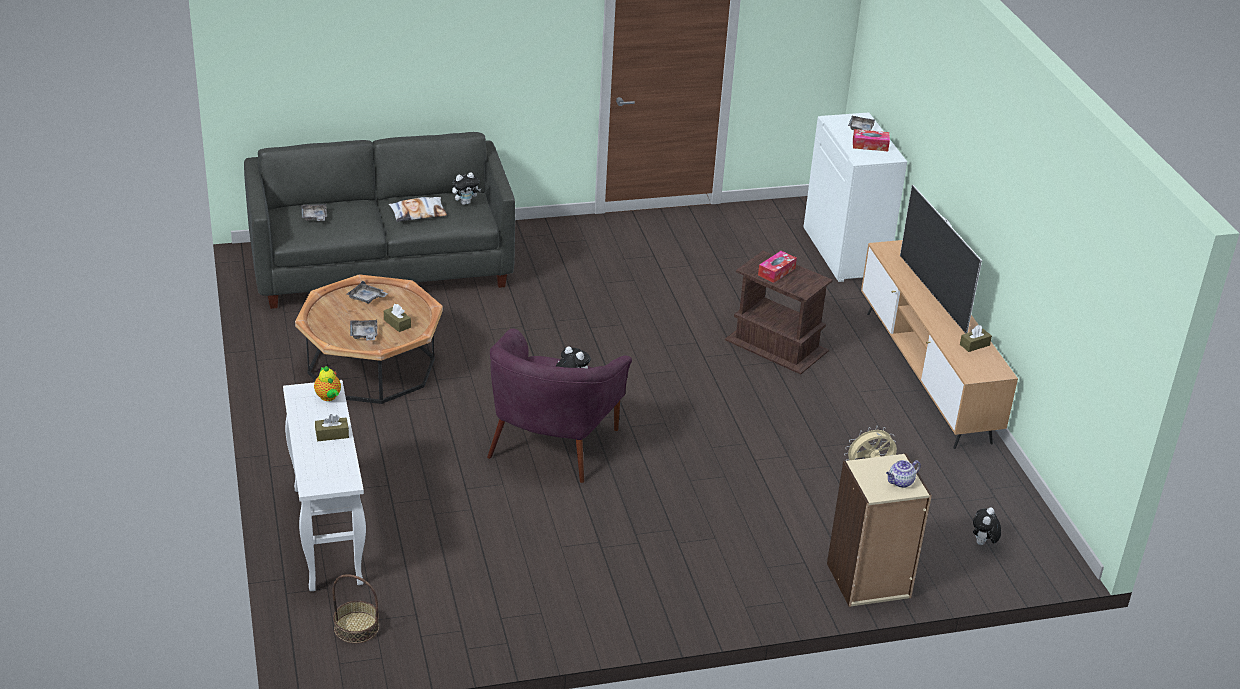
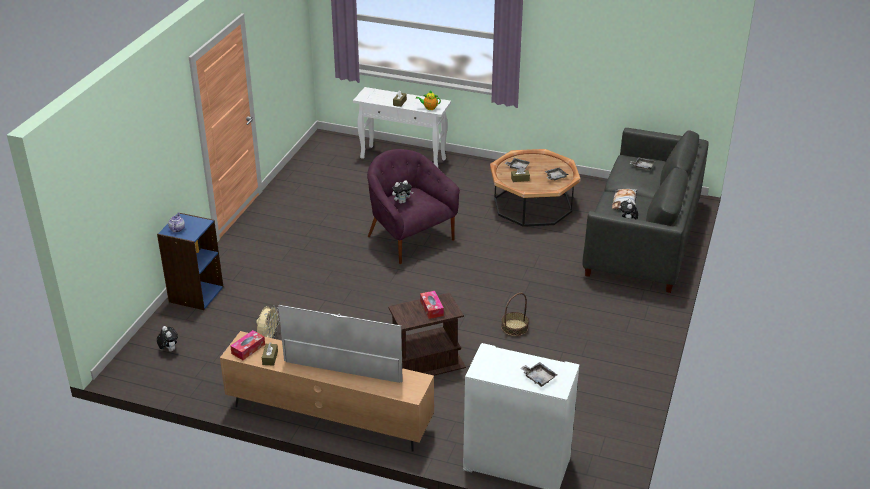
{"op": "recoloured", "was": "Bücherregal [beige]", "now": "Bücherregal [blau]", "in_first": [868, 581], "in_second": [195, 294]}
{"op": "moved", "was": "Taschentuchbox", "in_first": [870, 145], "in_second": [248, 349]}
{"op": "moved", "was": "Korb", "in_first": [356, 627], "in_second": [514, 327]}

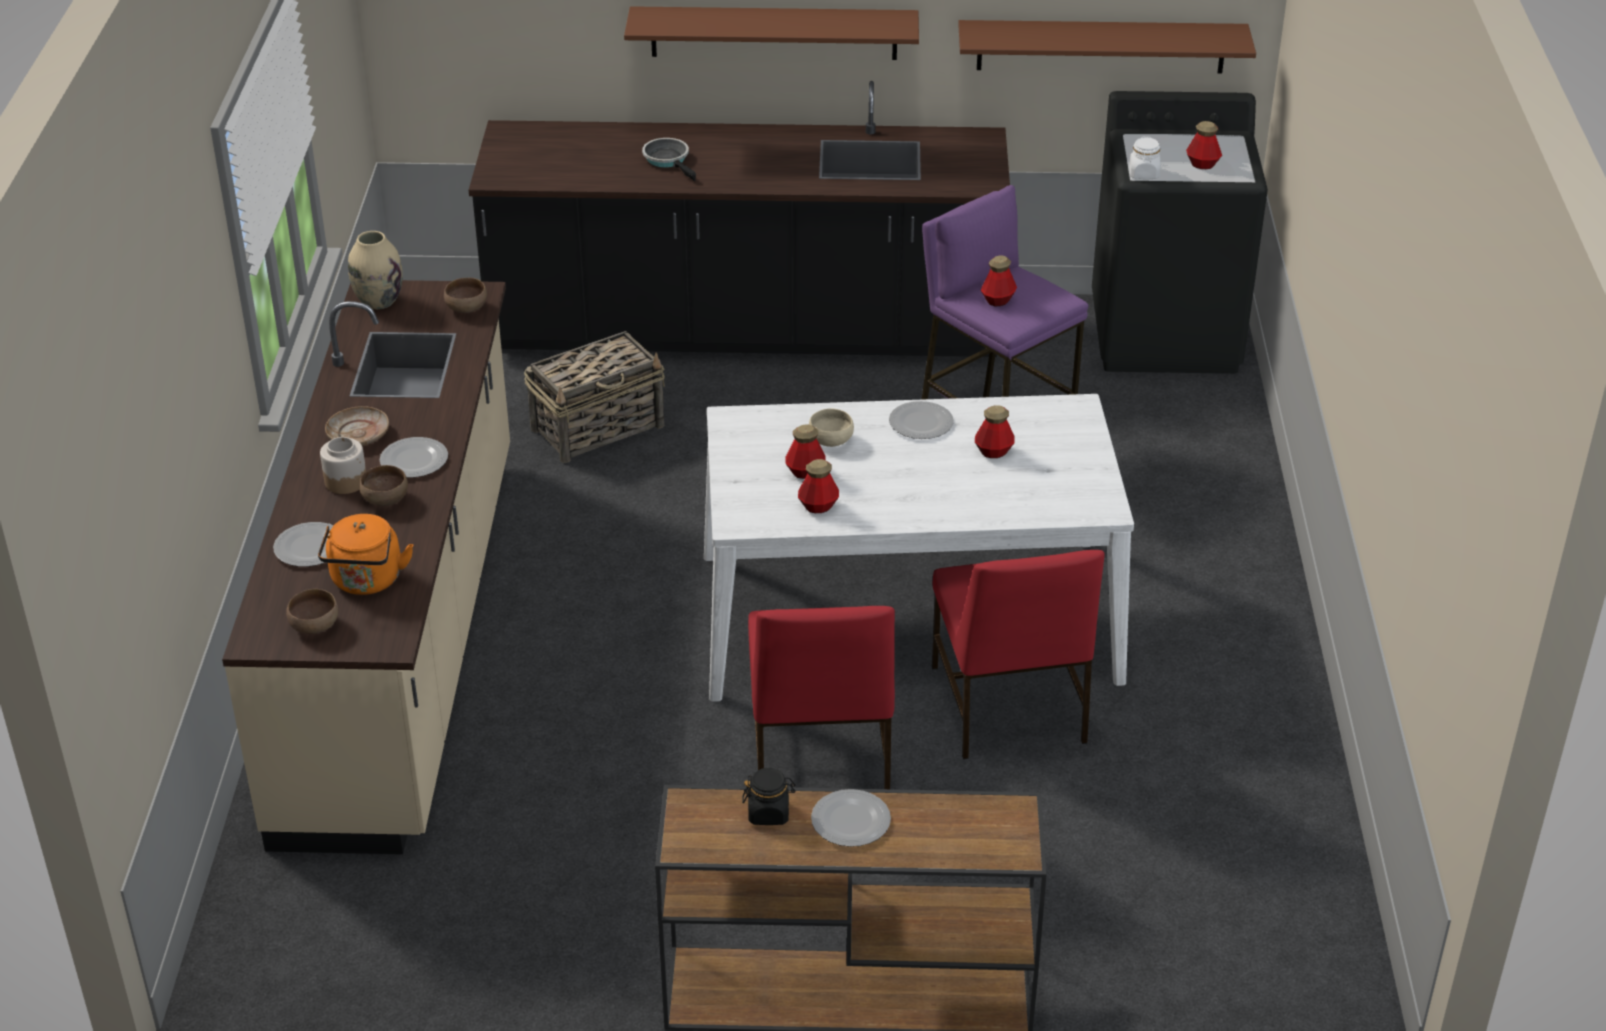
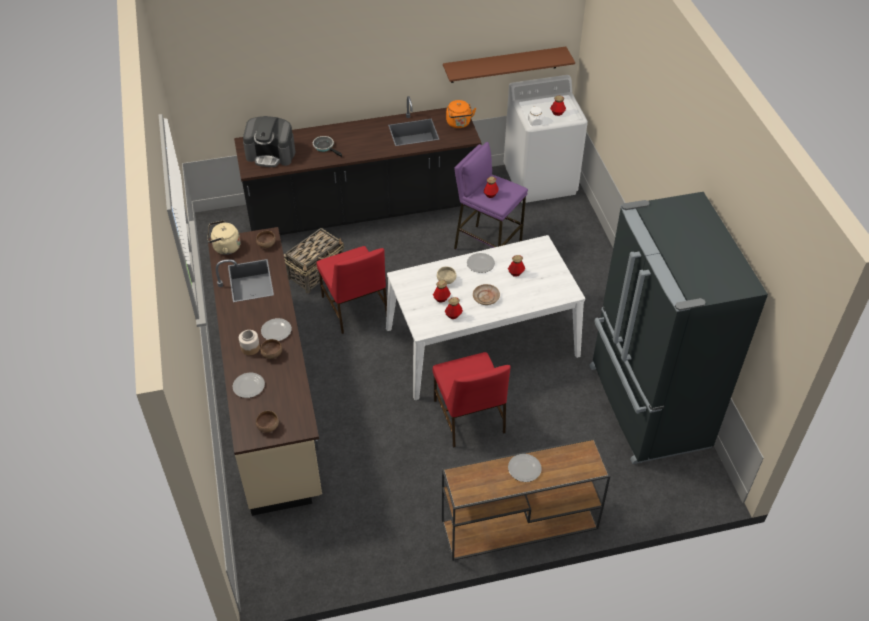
{"op": "replaced", "was": "Vase [beige]", "now": "Wasserkessel [beige]", "in_first": [379, 301], "in_second": [225, 248]}
{"op": "added", "now": "Kaffeemaschine", "in_second": [271, 154]}
{"op": "moved", "was": "Stuhl [rot]", "in_first": [1007, 706], "in_second": [354, 308]}
{"op": "moved", "was": "Wasserkessel [orange]", "in_first": [366, 582], "in_second": [459, 124]}
{"op": "moved", "was": "Teller [beige]", "in_first": [358, 434], "in_second": [486, 297]}
{"op": "recoloured", "was": "Waschmaschine [schwarz]", "now": "Waschmaschine [weiß]", "in_first": [1166, 334], "in_second": [540, 180]}
{"op": "added", "now": "Kühlschrank [schwarz]", "in_second": [646, 407]}
{"op": "removed", "was": "Wandregal [braun]", "in_first": [774, 33]}
{"op": "removed", "was": "Vorratsglas [schwarz]", "in_first": [769, 813]}

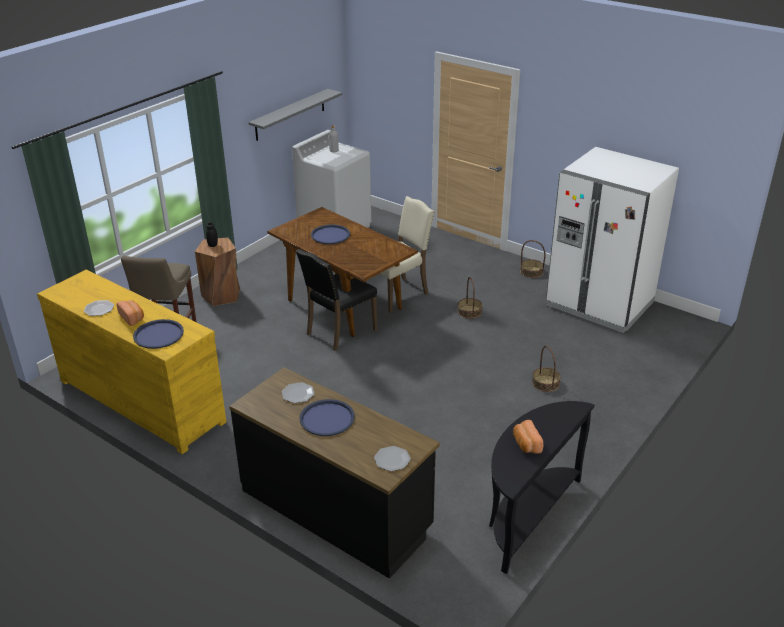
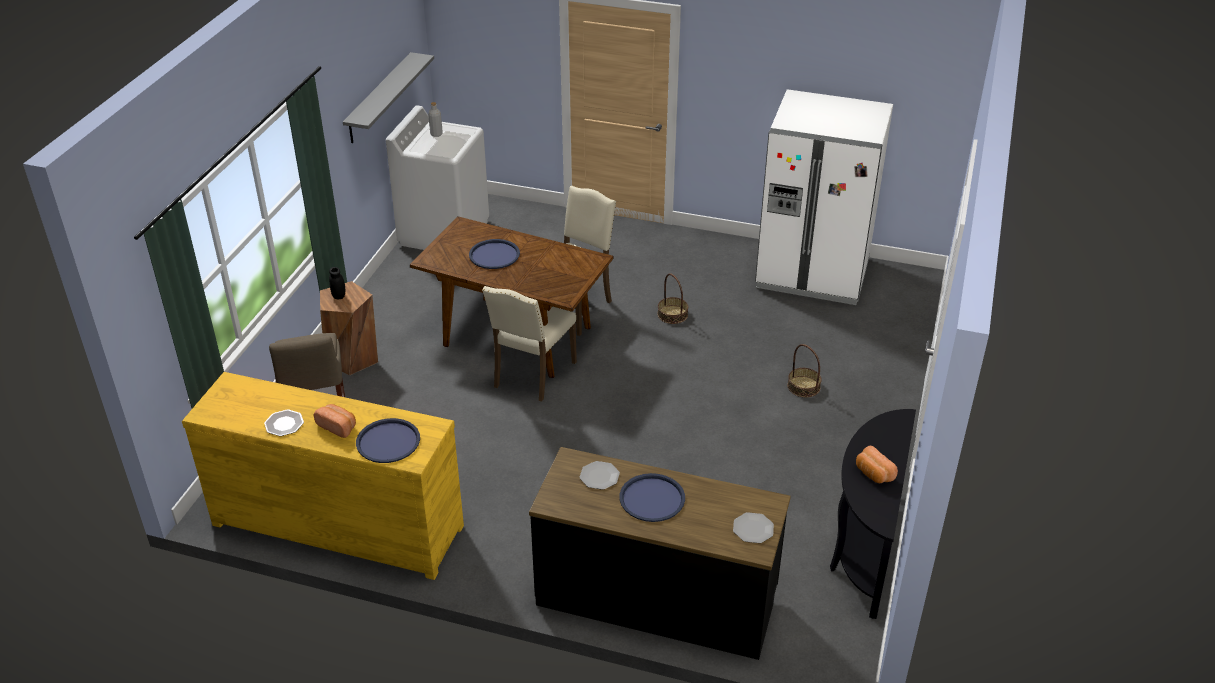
{"op": "recoloured", "was": "Stuhl [schwarz]", "now": "Stuhl [beige]", "in_first": [339, 332], "in_second": [532, 375]}
{"op": "removed", "was": "Korb", "in_first": [531, 272]}

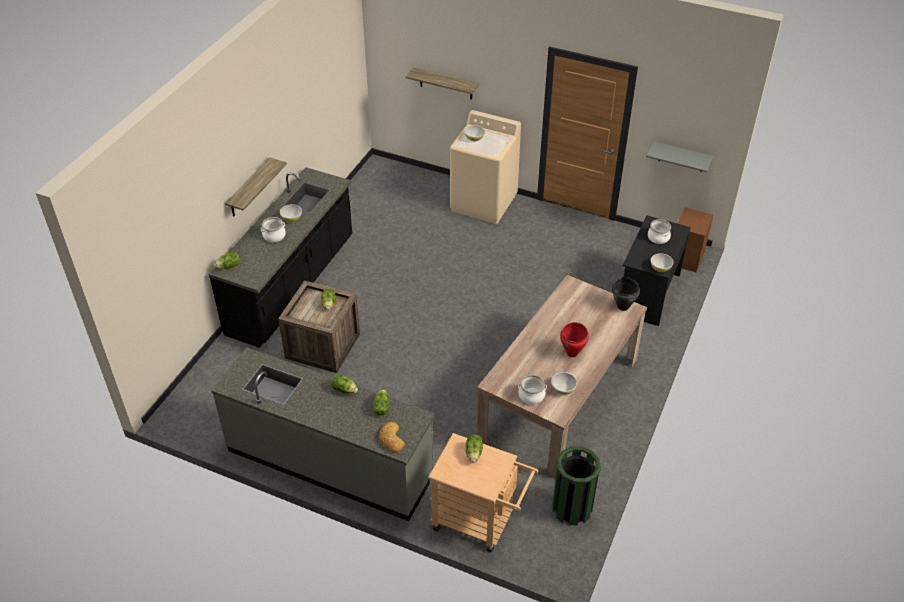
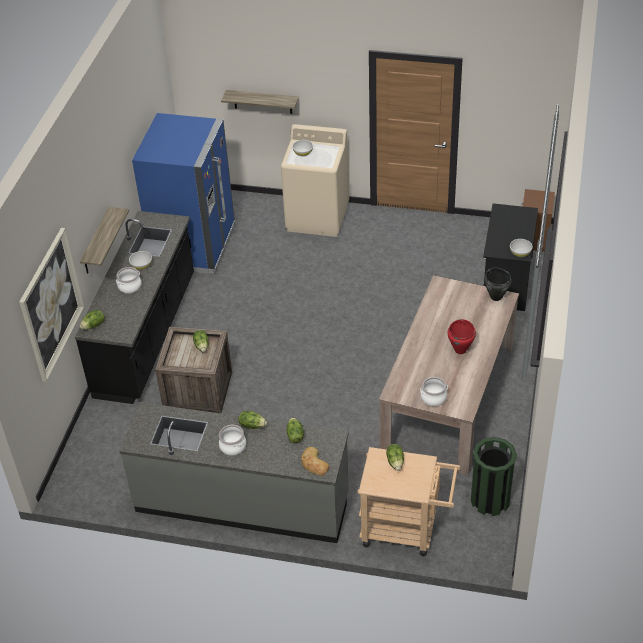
{"op": "added", "now": "Bild", "in_second": [51, 304]}
{"op": "added", "now": "Kühlschrank [blau]", "in_second": [194, 246]}
{"op": "moved", "was": "Kochtopf", "in_first": [658, 237], "in_second": [233, 446]}
{"op": "removed", "was": "Schüssel [weiß]", "in_first": [563, 388]}
{"op": "removed", "was": "Wandregal [grau]", "in_first": [681, 157]}

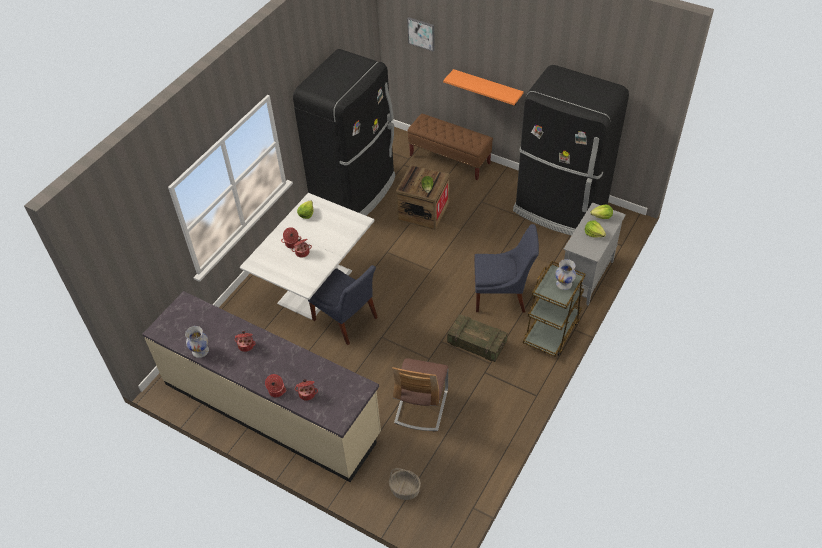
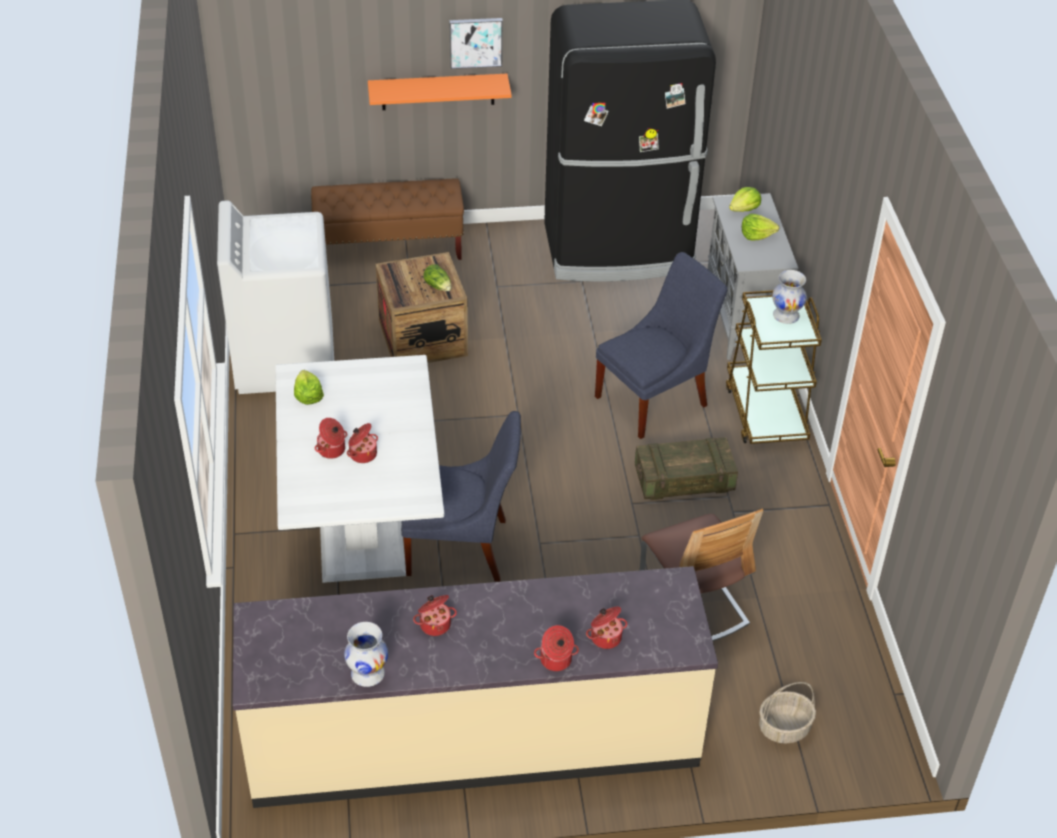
{"op": "replaced", "was": "Kühlschrank [schwarz]", "now": "Waschmaschine [weiß]", "in_first": [355, 192], "in_second": [284, 359]}
{"op": "moved", "was": "Bild", "in_first": [421, 33], "in_second": [475, 42]}

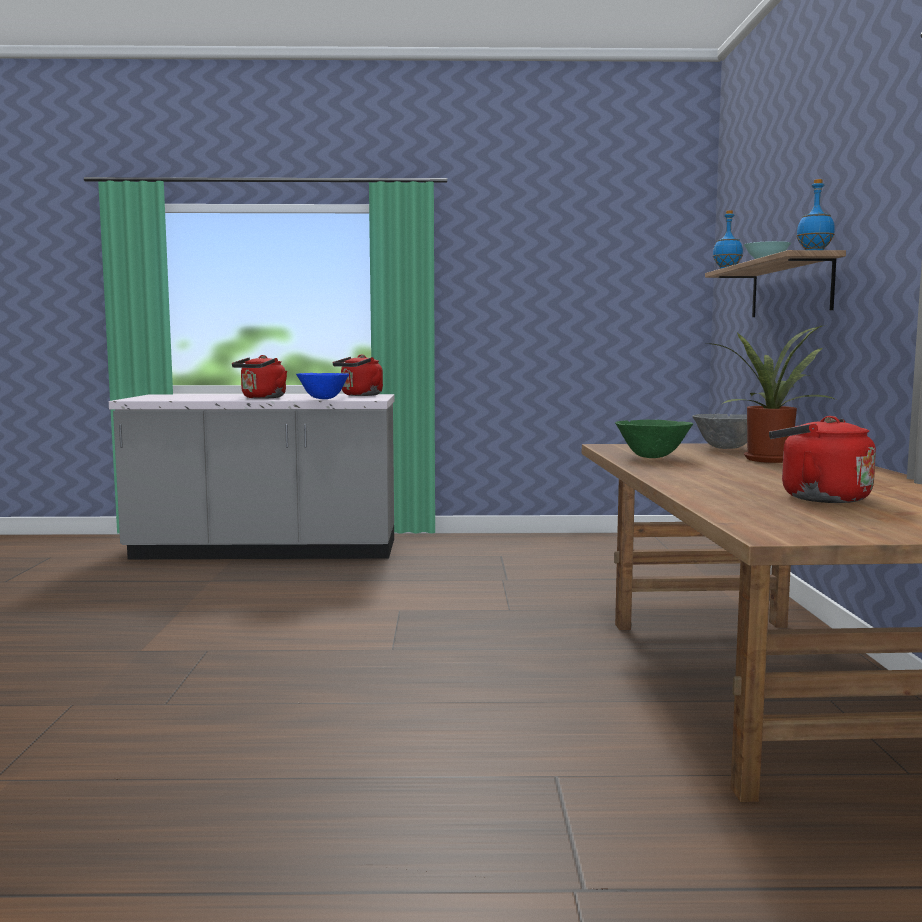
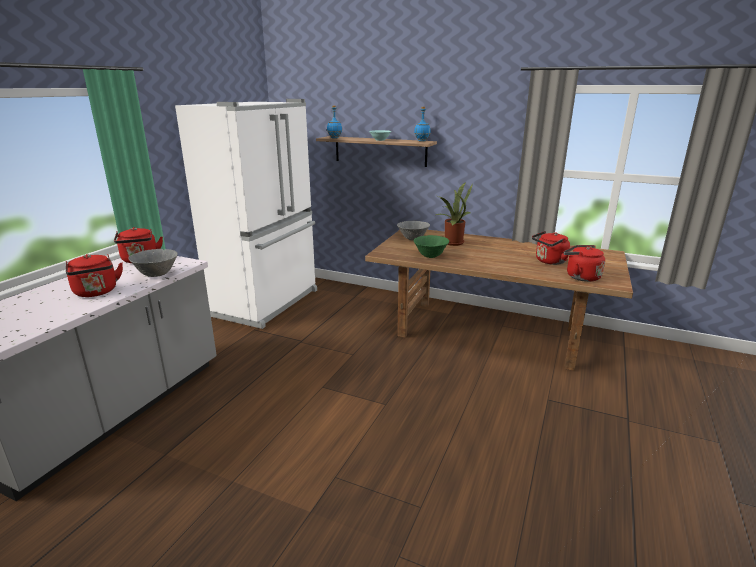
{"op": "recoloured", "was": "Schüssel [blau]", "now": "Schüssel [grau]", "in_first": [323, 399], "in_second": [156, 275]}
{"op": "added", "now": "Kühlschrank [weiß]", "in_second": [268, 303]}
{"op": "added", "now": "Wasserkessel [rot]", "in_second": [580, 277]}

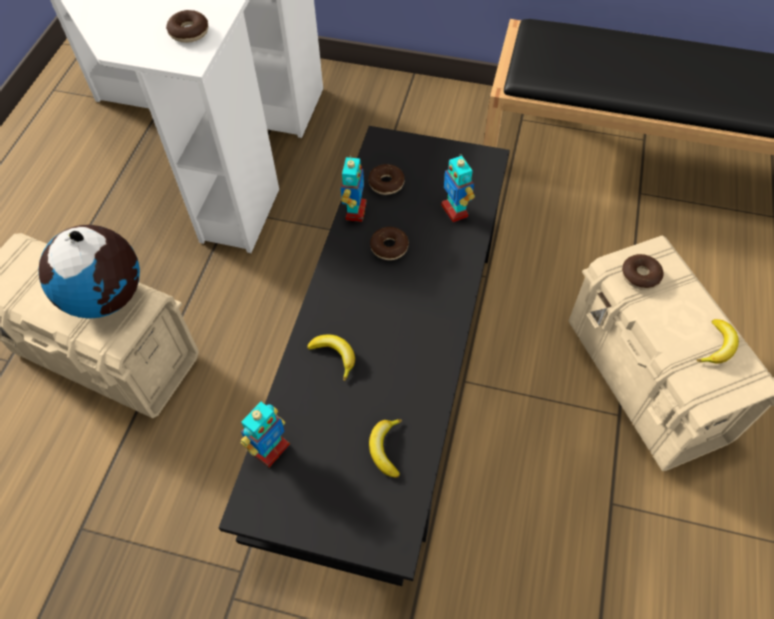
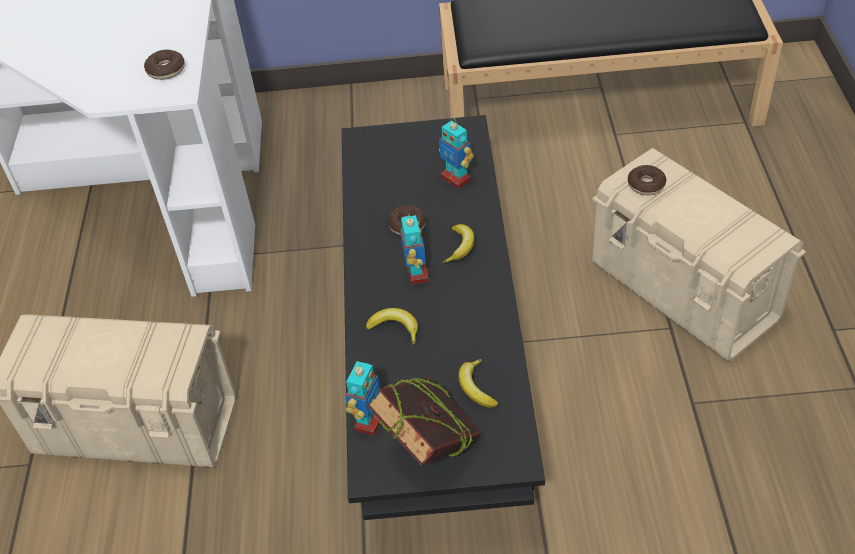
{"op": "added", "now": "Buch", "in_second": [429, 449]}
{"op": "moved", "was": "Spielzeugroboter", "in_first": [355, 211], "in_second": [416, 273]}
{"op": "moved", "was": "Banane", "in_first": [717, 346], "in_second": [460, 247]}
{"op": "removed", "was": "Globus", "in_first": [107, 297]}
{"op": "removed", "was": "Donut", "in_first": [386, 183]}

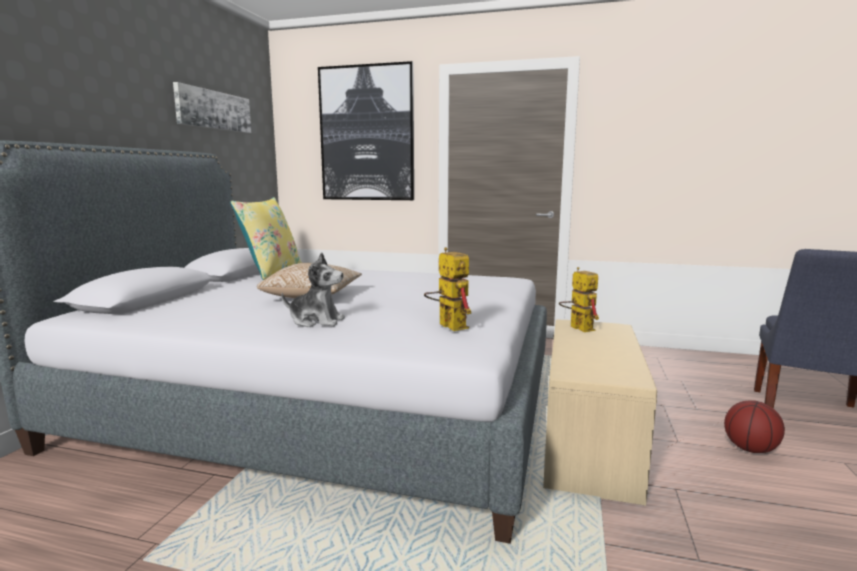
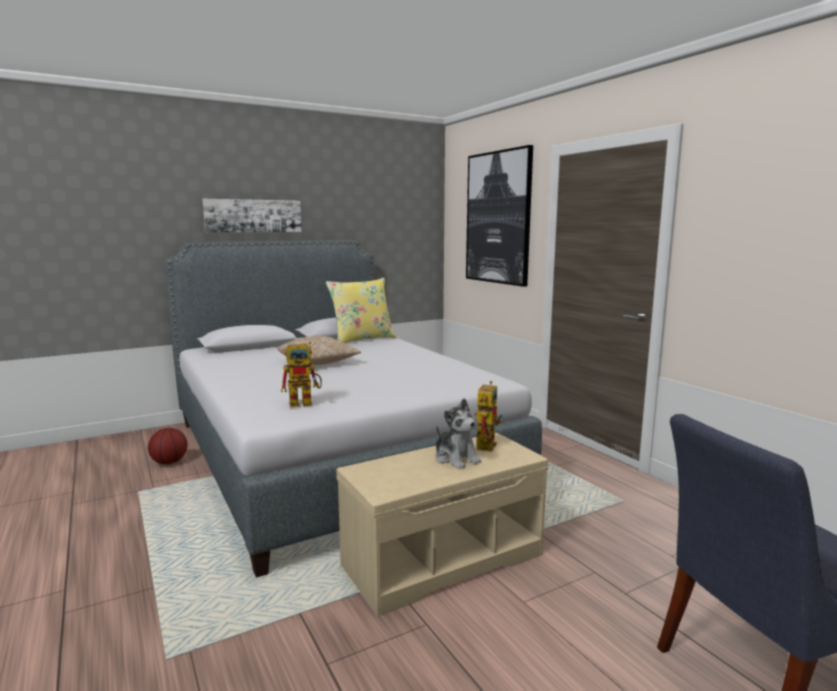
{"op": "moved", "was": "Basketball", "in_first": [750, 449], "in_second": [169, 462]}
{"op": "moved", "was": "Bild", "in_first": [214, 110], "in_second": [253, 216]}
{"op": "turned", "was": "Spielzeugroboter", "in_first": [447, 325], "in_second": [306, 402], "clockwise": 60}
{"op": "moved", "was": "Plüschtier", "in_first": [316, 321], "in_second": [456, 458]}

